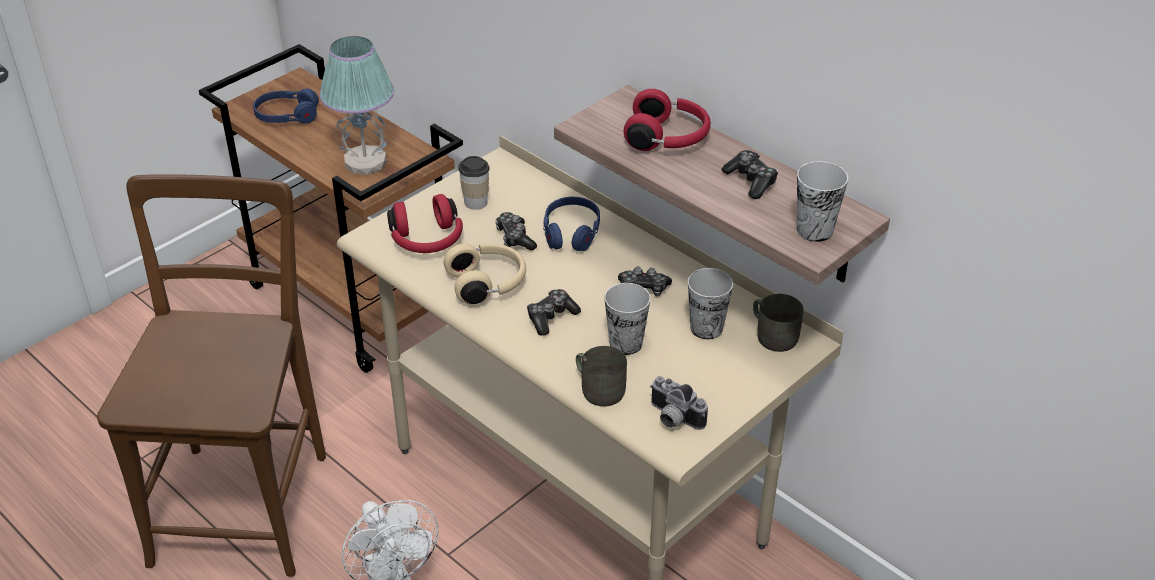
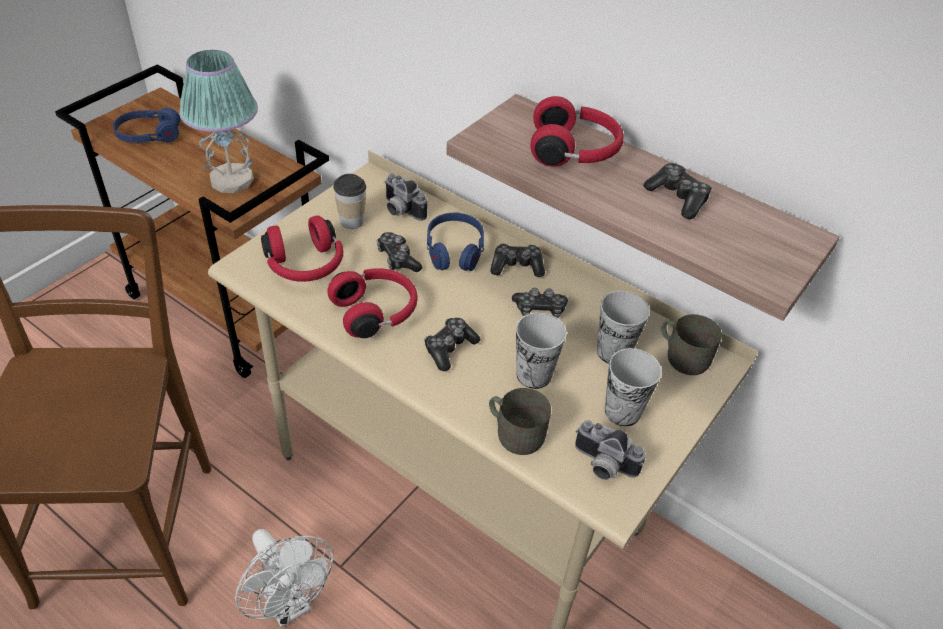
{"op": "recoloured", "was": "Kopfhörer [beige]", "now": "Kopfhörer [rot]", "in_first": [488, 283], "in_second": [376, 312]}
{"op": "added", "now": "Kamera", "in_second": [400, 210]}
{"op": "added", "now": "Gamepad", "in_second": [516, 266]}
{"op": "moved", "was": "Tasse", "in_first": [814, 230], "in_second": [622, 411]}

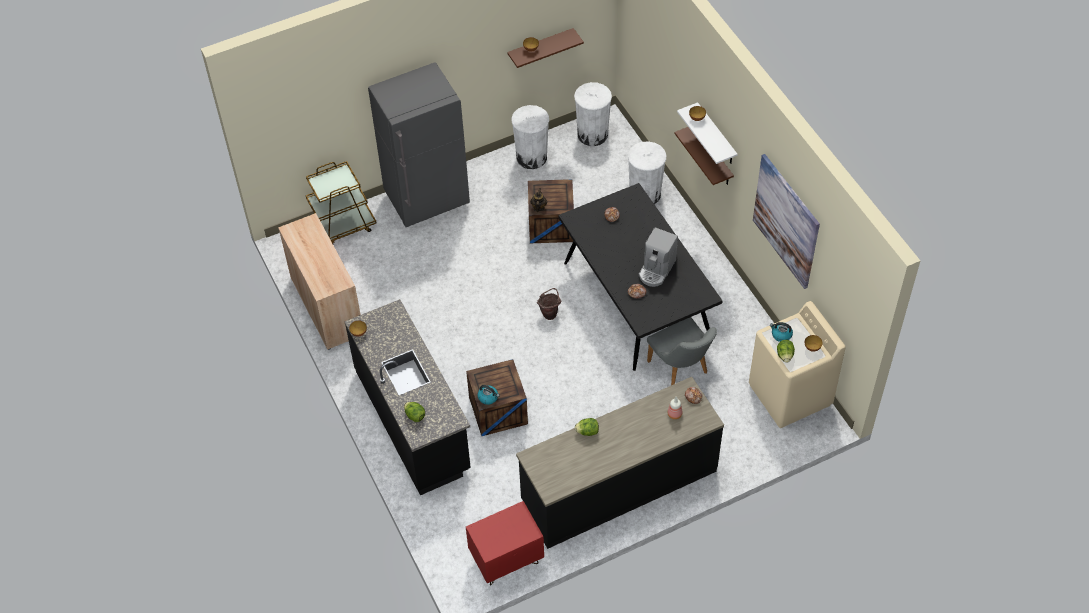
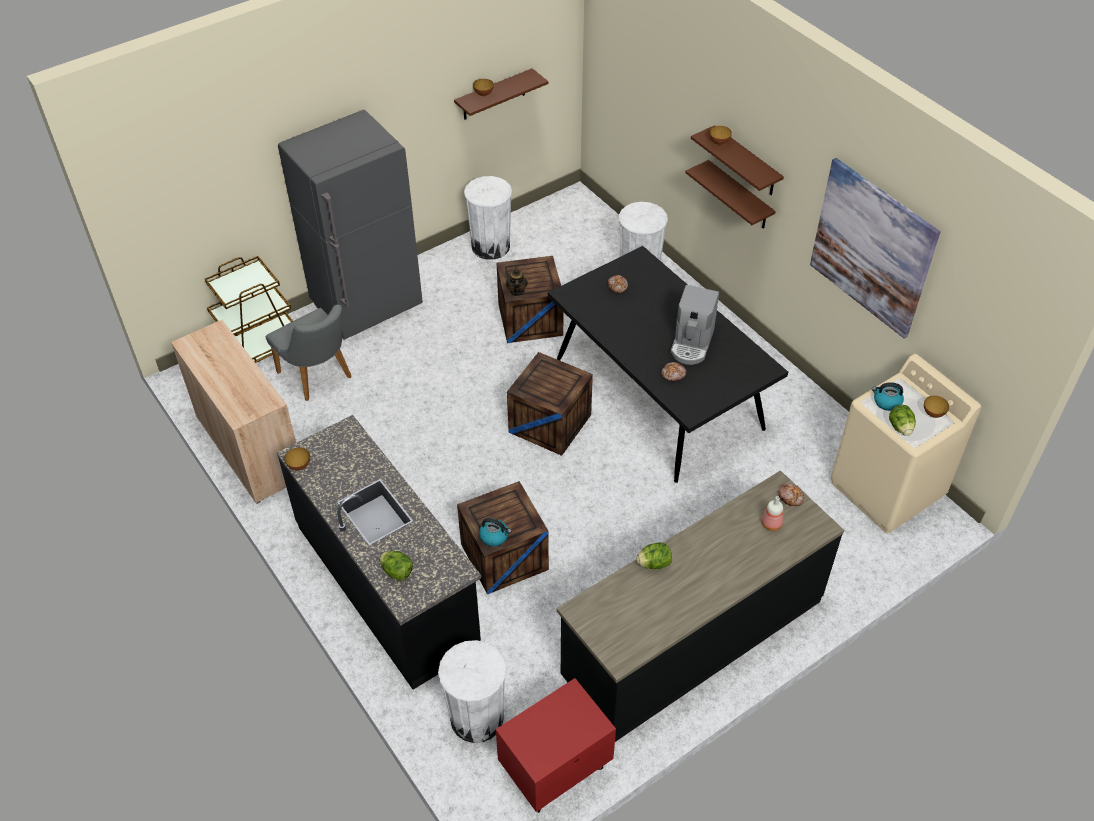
{"op": "moved", "was": "Stuhl [grau]", "in_first": [681, 370], "in_second": [319, 378]}
{"op": "moved", "was": "Mülleimer [weiß]", "in_first": [592, 134], "in_second": [477, 718]}
{"op": "replaced", "was": "Eimer [braun]", "now": "Kiste", "in_first": [550, 313], "in_second": [550, 423]}
{"op": "recoloured", "was": "Wandregal [weiß]", "now": "Wandregal [braun]", "in_first": [716, 135], "in_second": [746, 162]}

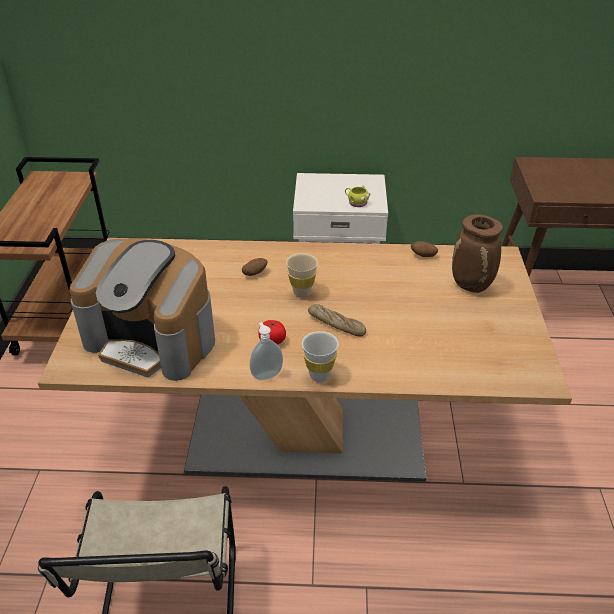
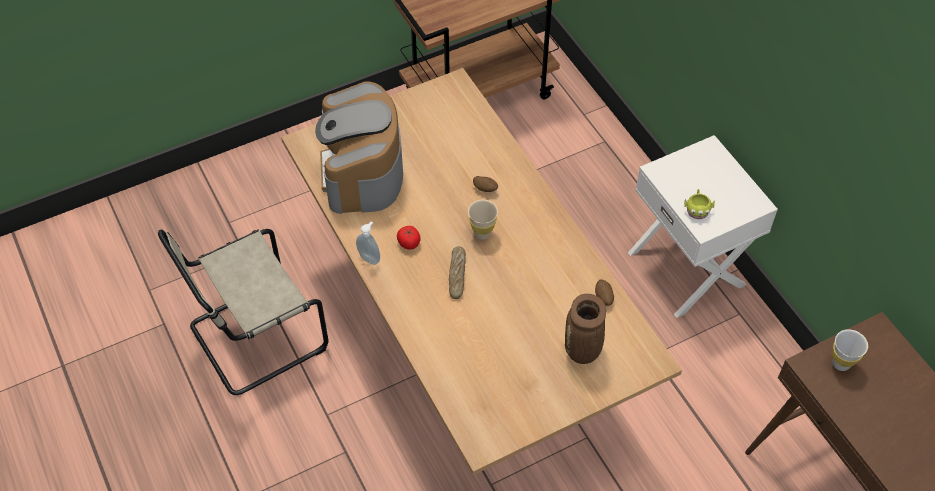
{"op": "moved", "was": "Tasse [weiß]", "in_first": [319, 375], "in_second": [841, 363]}

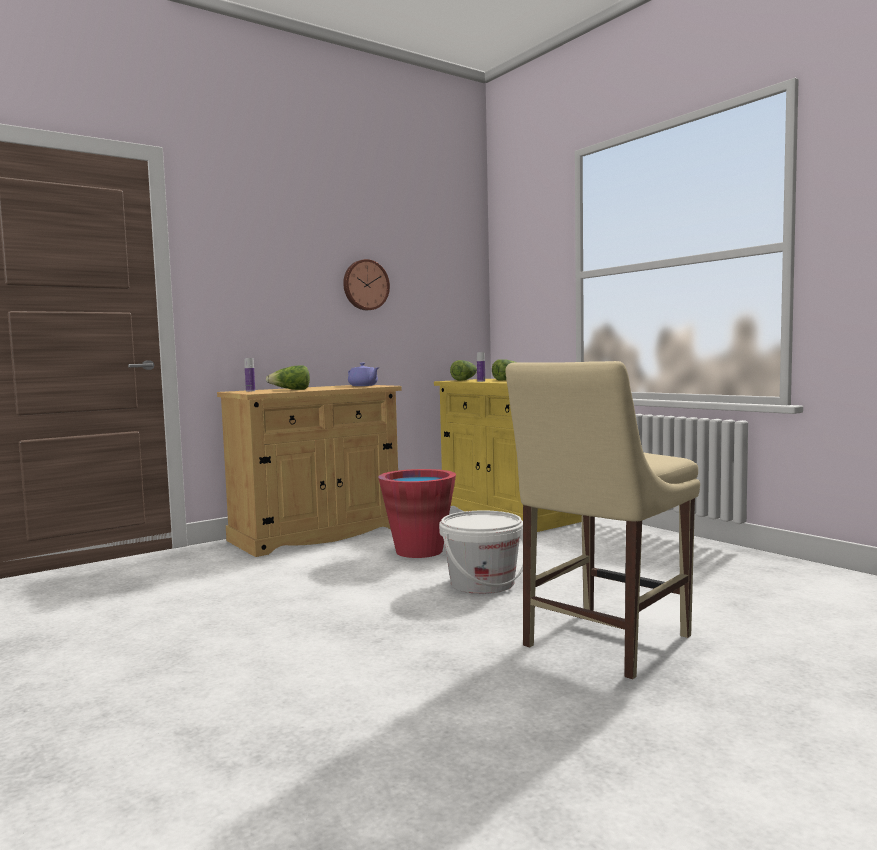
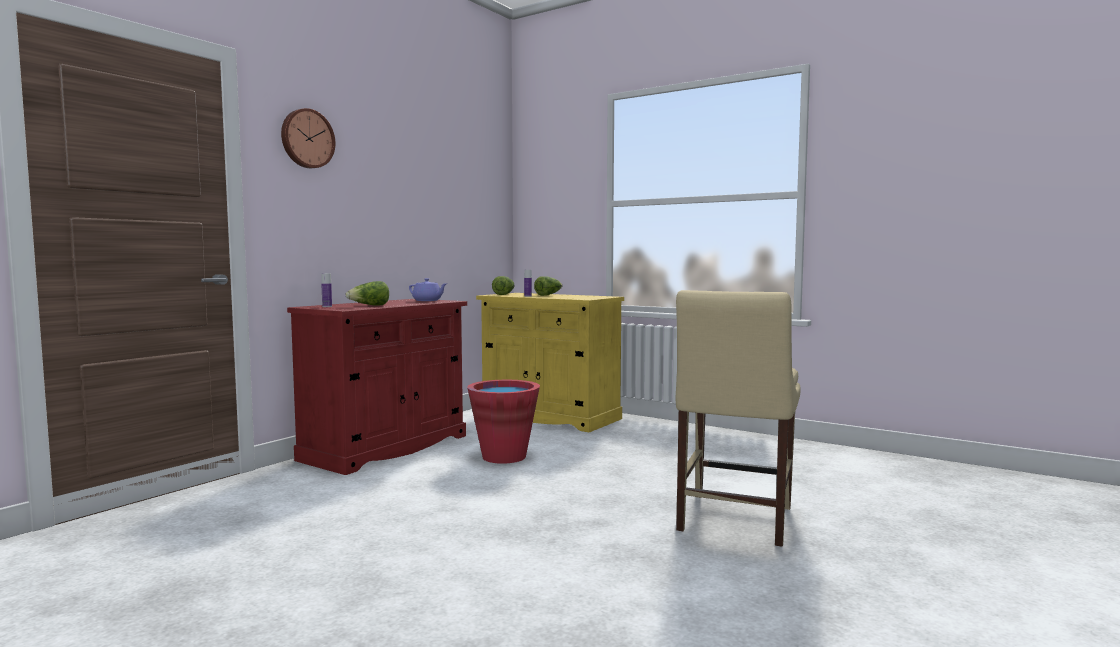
{"op": "moved", "was": "Wanduhr", "in_first": [365, 285], "in_second": [306, 139]}
{"op": "recoloured", "was": "Schrank [beige]", "now": "Schrank [rot]", "in_first": [317, 534], "in_second": [386, 448]}
{"op": "removed", "was": "Eimer [weiß]", "in_first": [482, 583]}

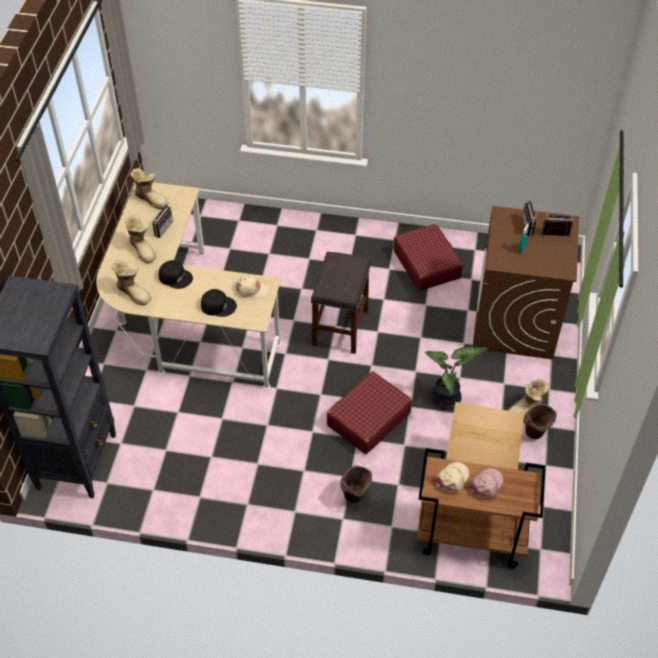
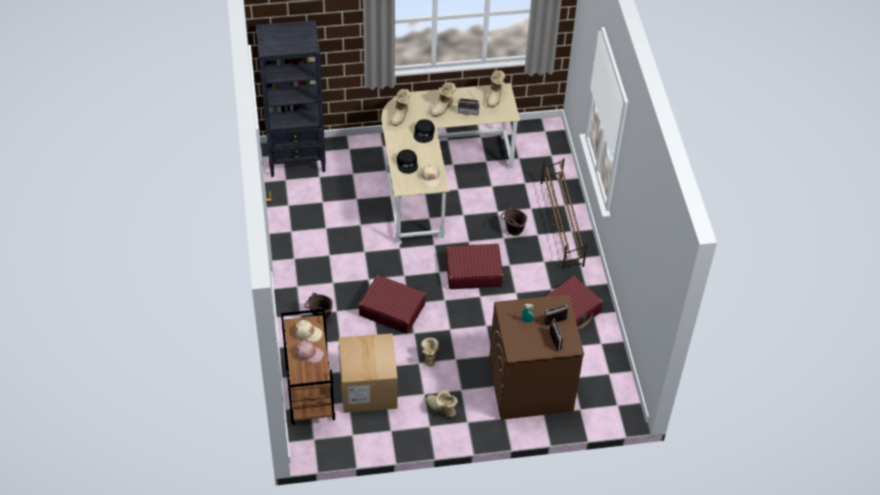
{"op": "replaced", "was": "Topfpflanze", "now": "Stiefel", "in_first": [447, 399], "in_second": [430, 355]}
{"op": "replaced", "was": "Hocker [grau]", "now": "Koffer [rot]", "in_first": [340, 328], "in_second": [473, 272]}
{"op": "moved", "was": "Eimer [braun]", "in_first": [535, 435], "in_second": [512, 232]}
{"op": "added", "now": "Schuhregal [braun]", "in_second": [561, 224]}

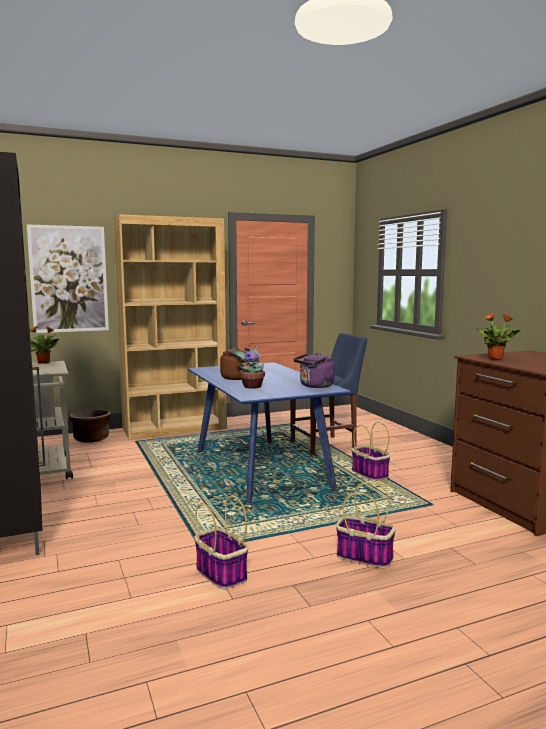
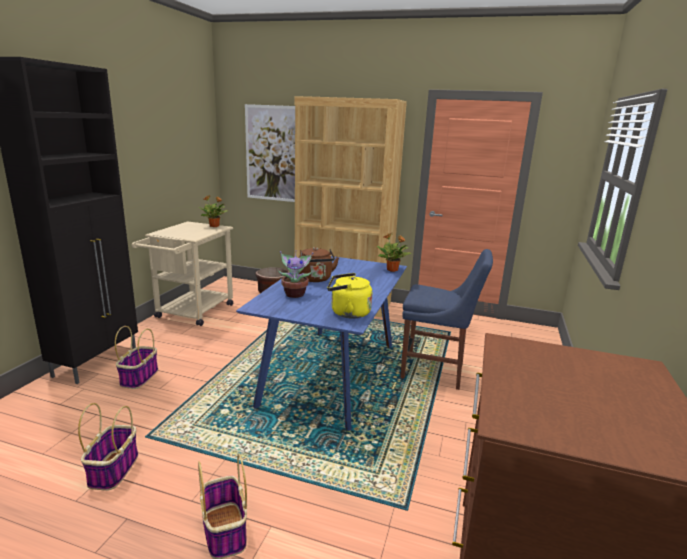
{"op": "moved", "was": "Korb", "in_first": [369, 473], "in_second": [139, 377]}
{"op": "recoloured", "was": "Wasserkessel [lila]", "now": "Wasserkessel [gelb]", "in_first": [315, 386], "in_second": [347, 313]}
{"op": "moved", "was": "Topfpflanze", "in_first": [496, 358], "in_second": [392, 270]}

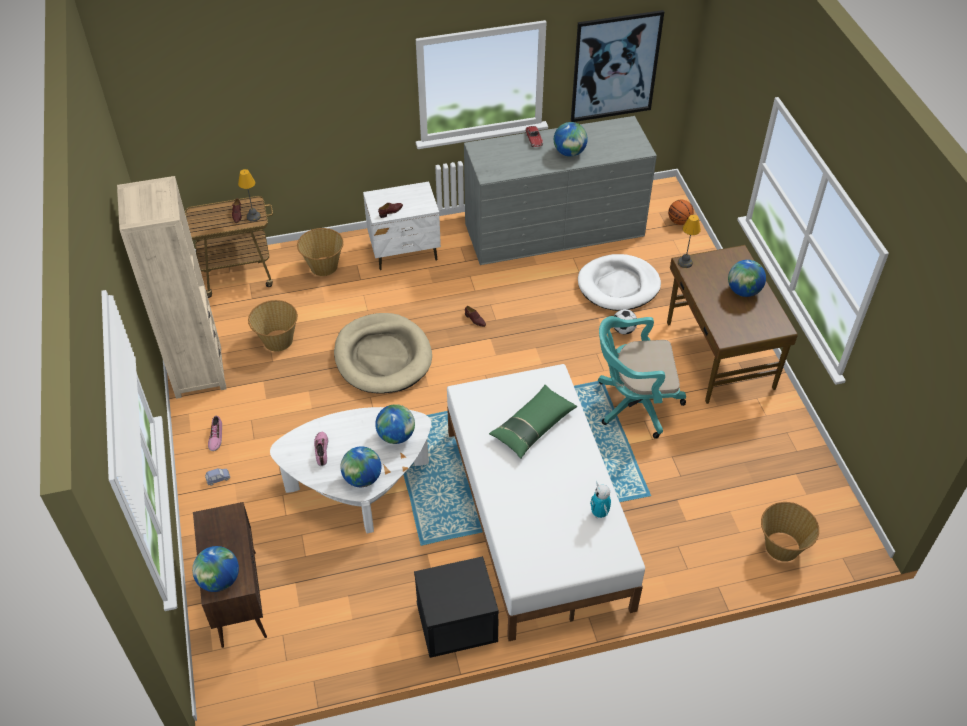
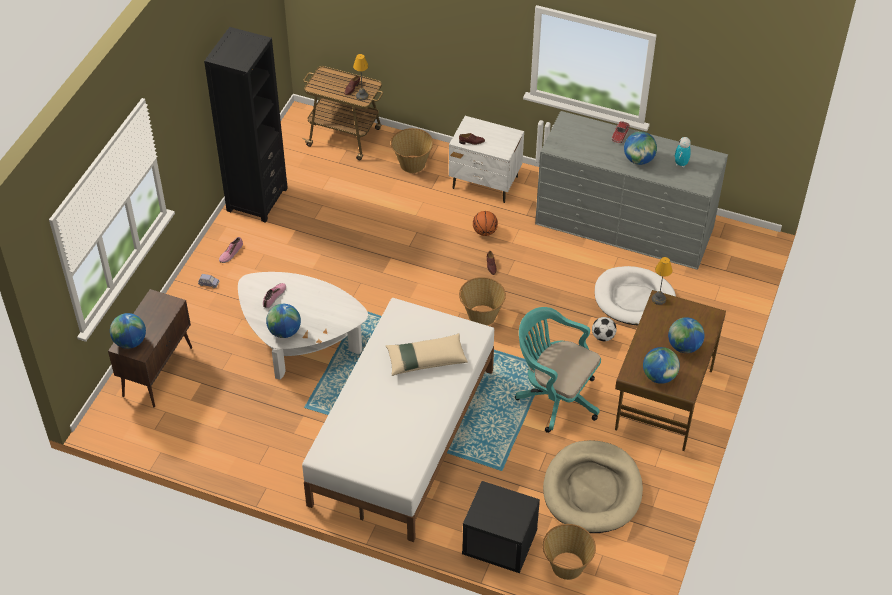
{"op": "recoloured", "was": "Bücherregal [beige]", "now": "Bücherregal [schwarz]", "in_first": [198, 372], "in_second": [257, 199]}
{"op": "recoloured", "was": "Kissen [grün]", "now": "Kissen [beige]", "in_first": [532, 426], "in_second": [426, 359]}
{"op": "moved", "was": "Korb", "in_first": [277, 341], "in_second": [481, 315]}
{"op": "moved", "was": "Nachttisch [schwarz]", "in_first": [456, 625], "in_second": [499, 544]}
{"op": "moved", "was": "Basketball", "in_first": [679, 221], "in_second": [485, 232]}
{"op": "moved", "was": "Hundebett [beige]", "in_first": [383, 357], "in_second": [592, 490]}
{"op": "moved", "was": "Globus", "in_first": [396, 436], "in_second": [659, 376]}
{"op": "moved", "was": "Spielzeugroboter", "in_first": [599, 513], "in_second": [681, 164]}
{"op": "removed", "was": "Bild", "in_first": [615, 67]}

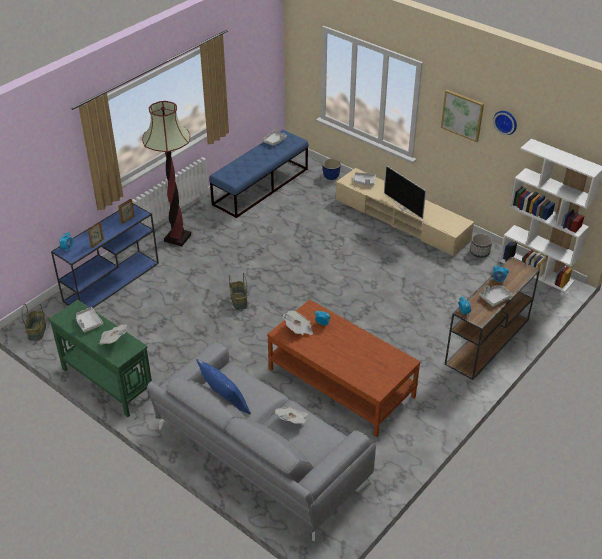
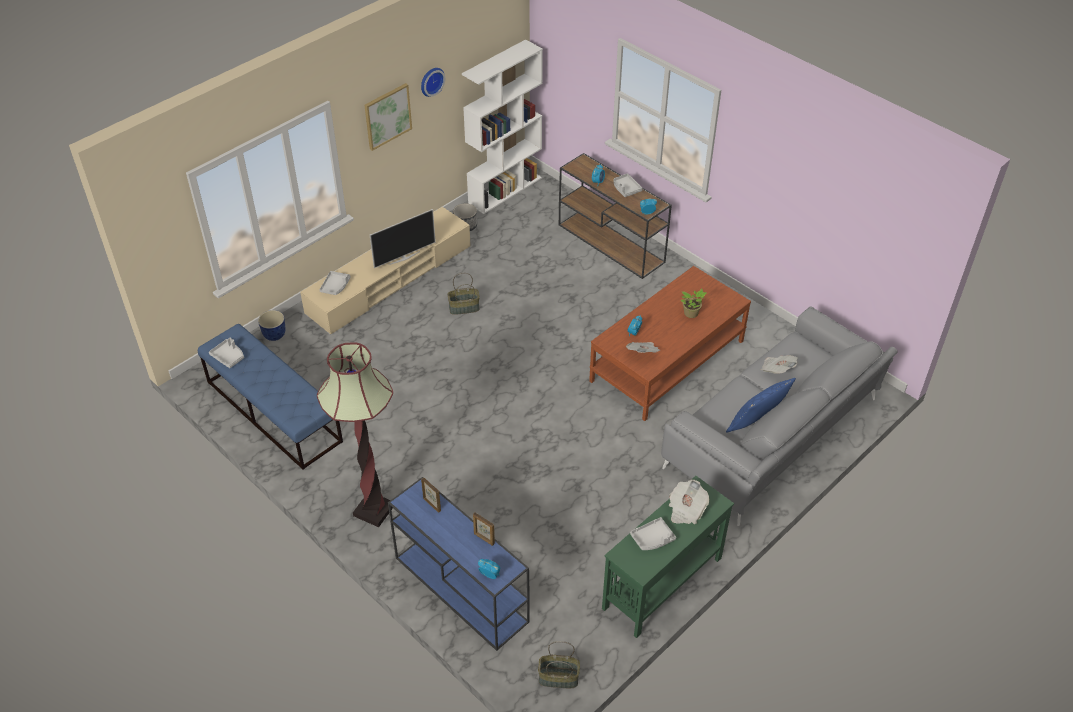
{"op": "moved", "was": "Korb", "in_first": [238, 301], "in_second": [464, 308]}
{"op": "added", "now": "Topfpflanze", "in_second": [691, 314]}

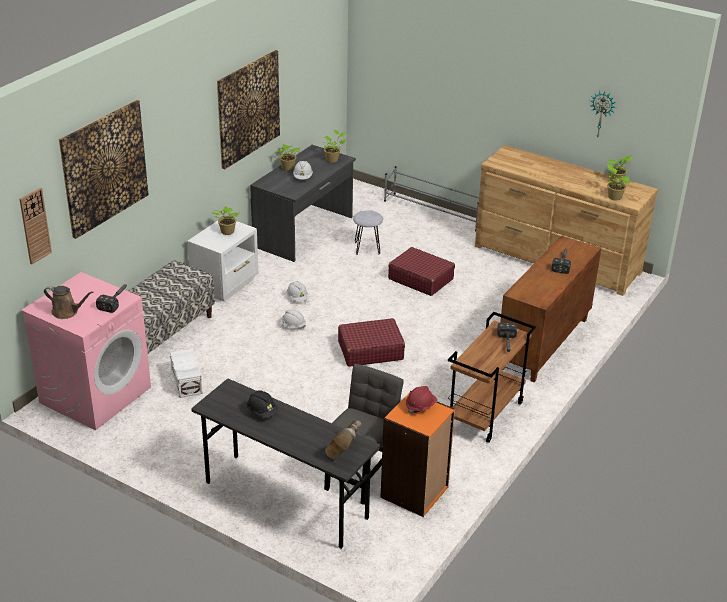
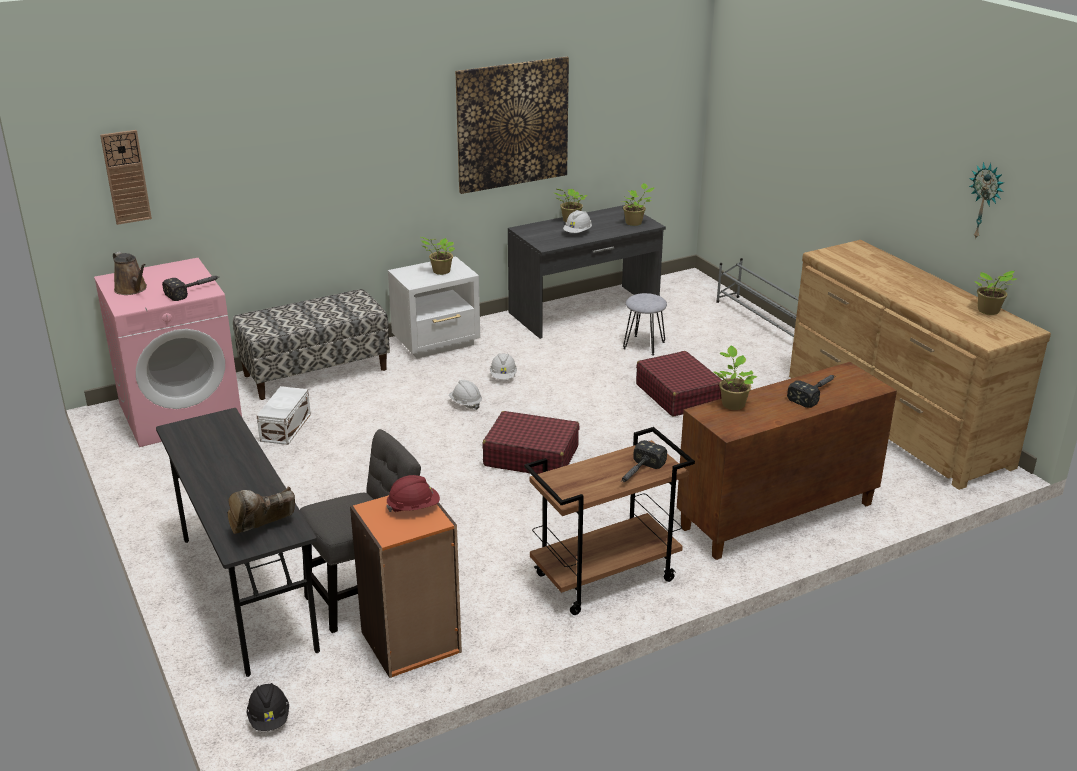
{"op": "moved", "was": "Schutzhelm [schwarz]", "in_first": [262, 412], "in_second": [269, 718]}
{"op": "moved", "was": "Topfpflanze", "in_first": [613, 197], "in_second": [732, 403]}
{"op": "removed", "was": "Bild", "in_first": [104, 168]}

